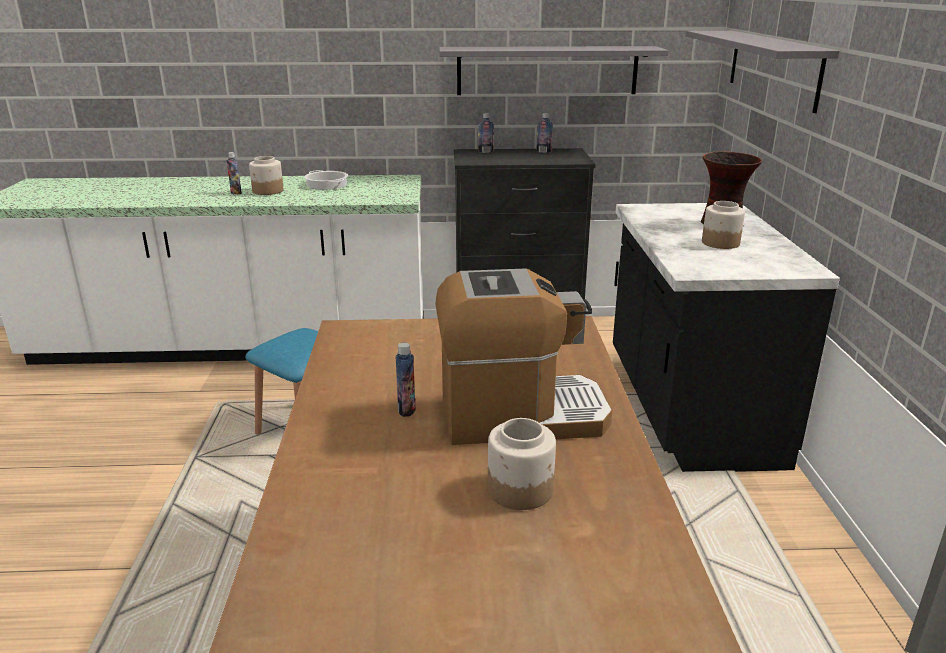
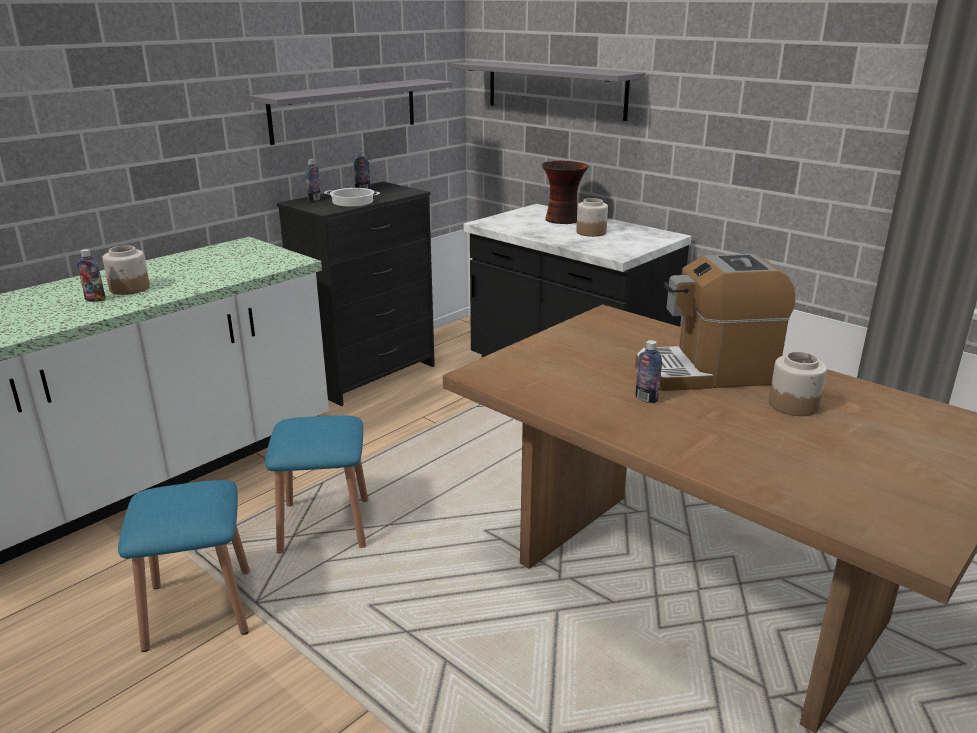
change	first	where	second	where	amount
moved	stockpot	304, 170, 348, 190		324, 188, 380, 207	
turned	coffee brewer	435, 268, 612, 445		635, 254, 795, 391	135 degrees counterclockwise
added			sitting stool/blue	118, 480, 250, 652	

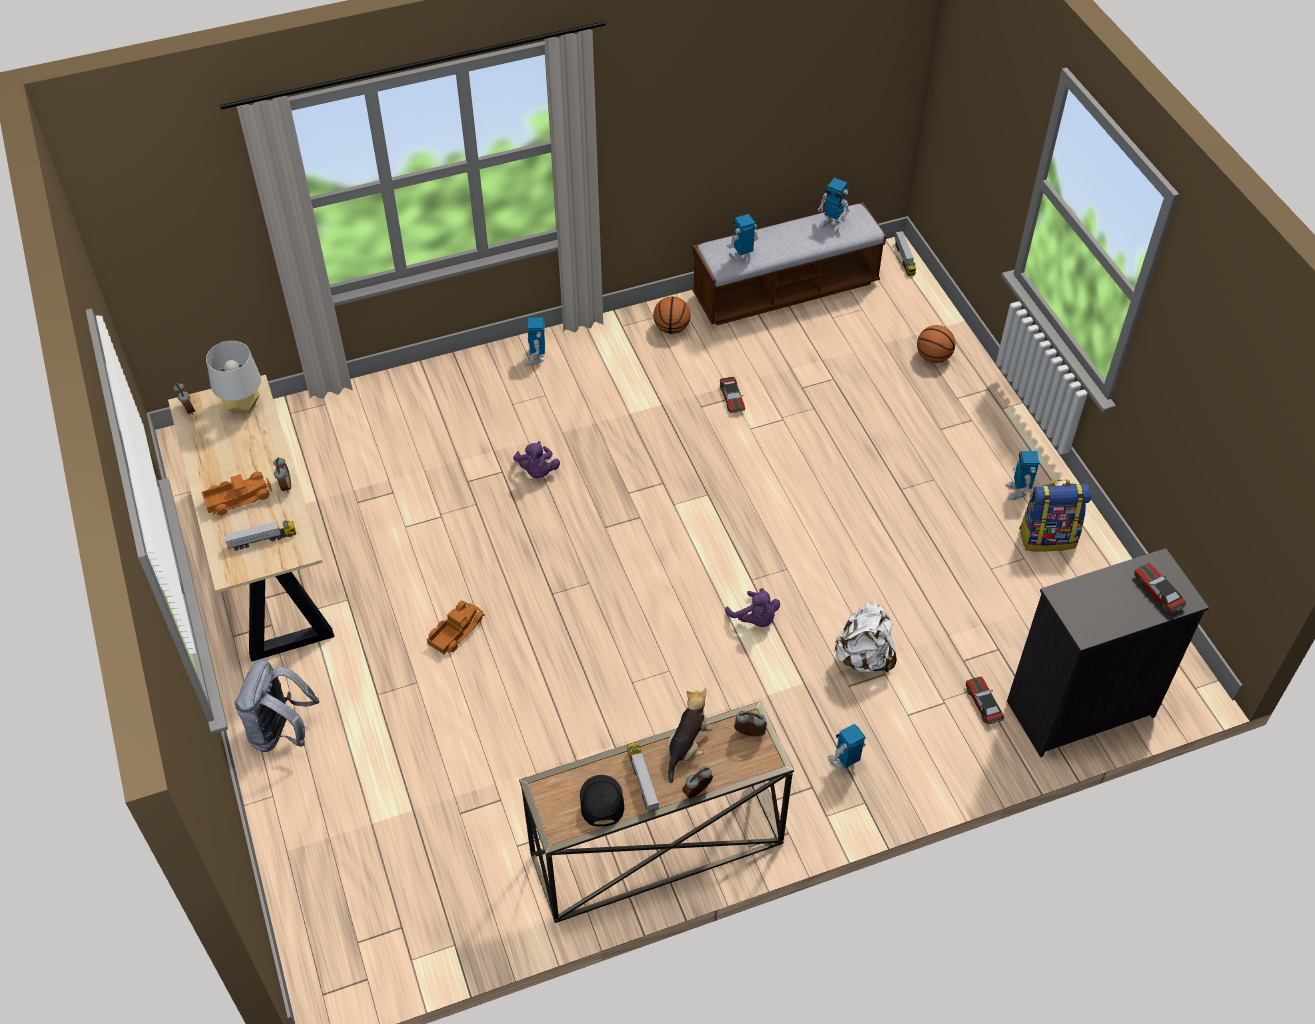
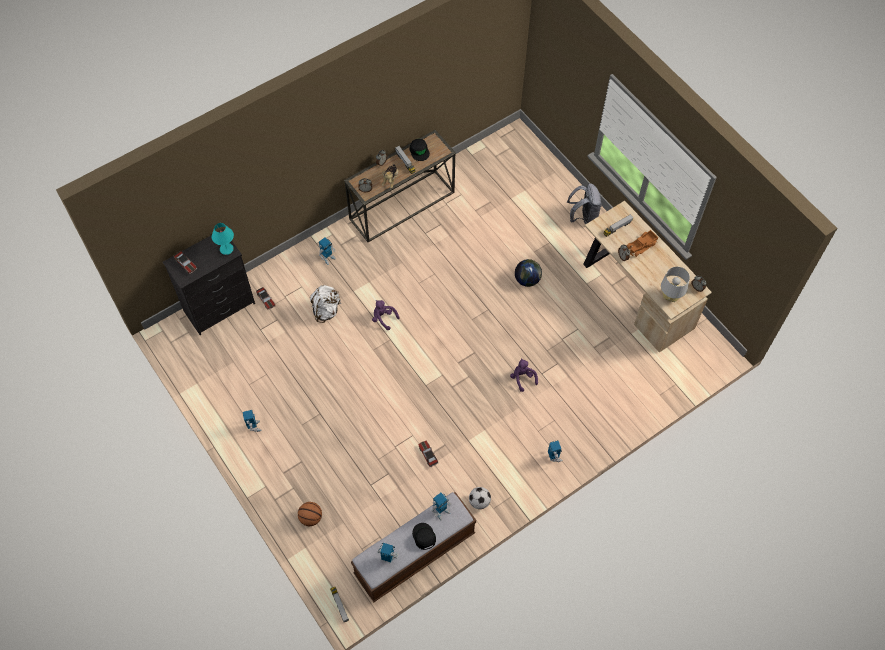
change	first	where	second	where	amount
replaced	toy truck	427, 600, 485, 654	world globe	515, 259, 542, 287	
replaced	basketball	653, 297, 691, 334	football	469, 487, 491, 509	
removed	rucksack	1019, 480, 1091, 552			
added			lamp for a table/turquoise	212, 223, 234, 255	
added			baseball cap/blackish	412, 523, 436, 550	

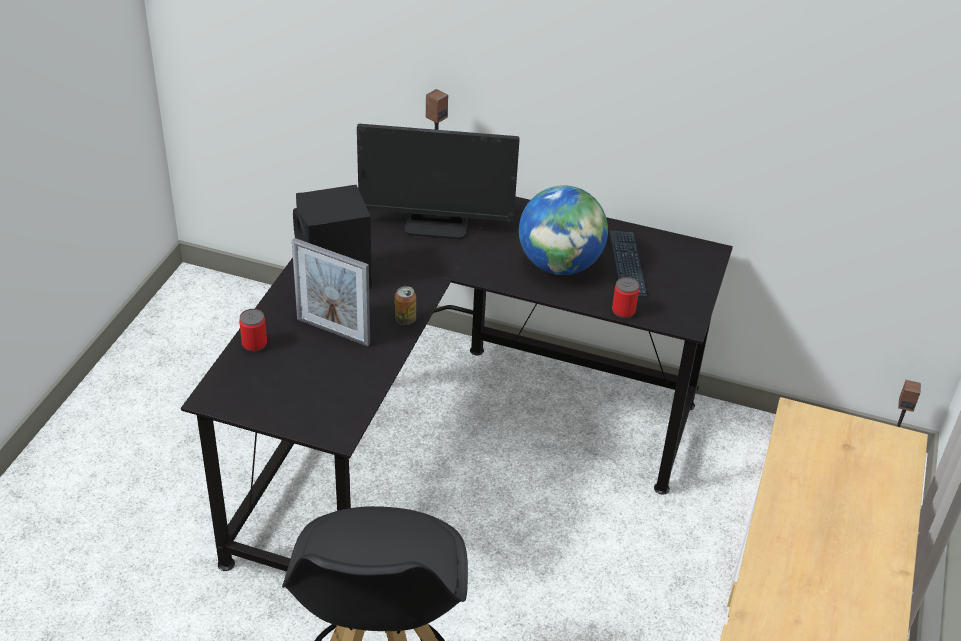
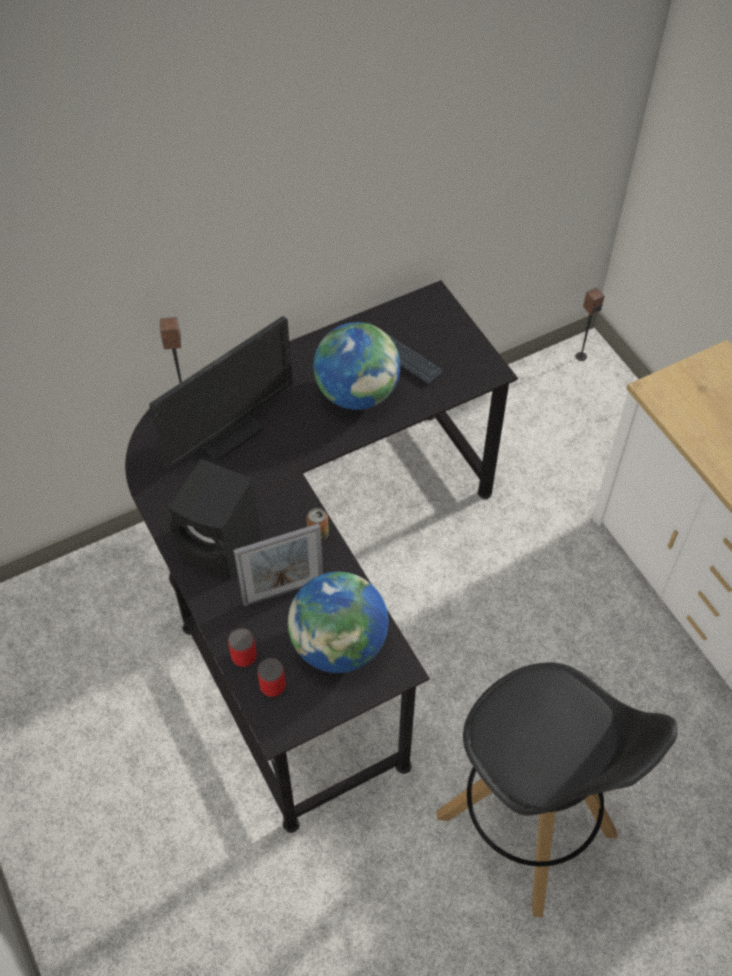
change	first	where	second	where	amount
moved	sealed can	612, 277, 639, 318		257, 658, 286, 697	
added			world globe	288, 572, 388, 673	

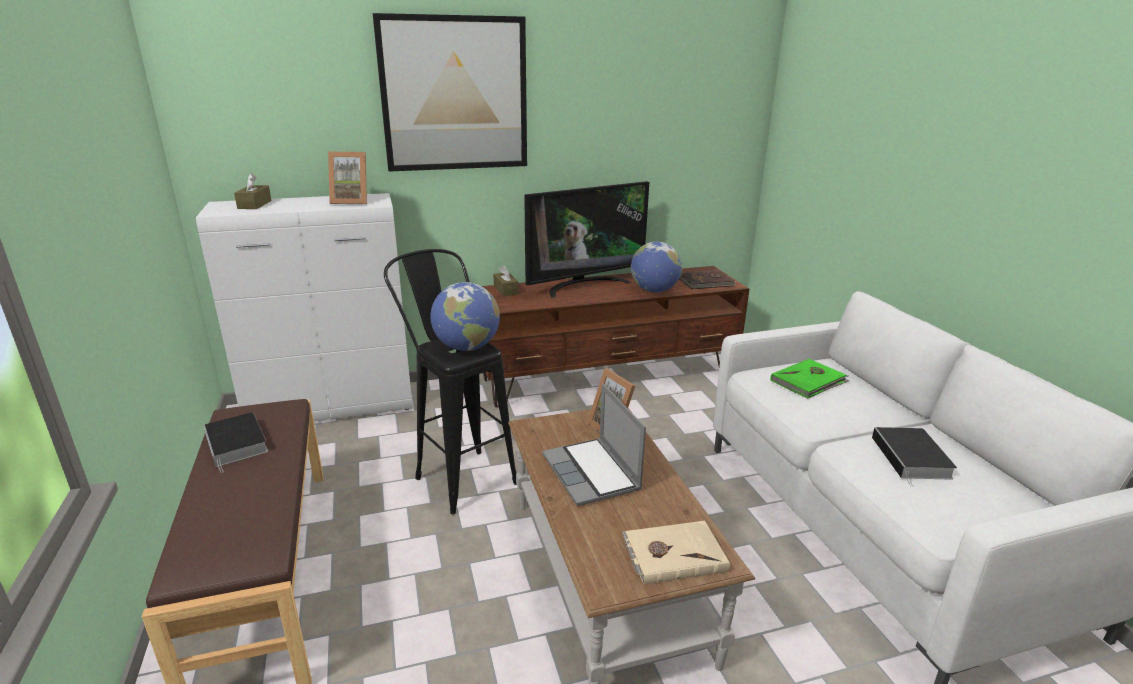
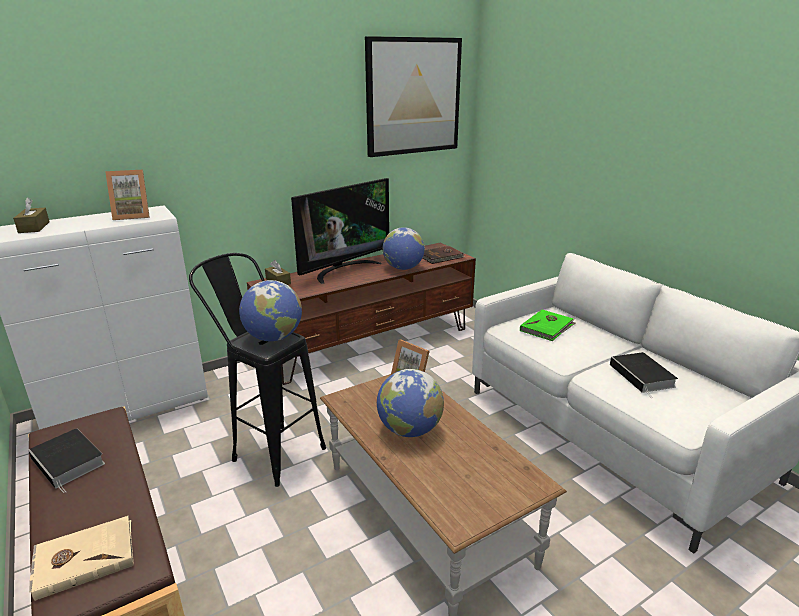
change	first	where	second	where	amount
moved	picture	373, 13, 527, 172		365, 36, 462, 157	
replaced	notebook computer	542, 383, 646, 506	world globe	376, 369, 444, 437	
moved	bound book/beige-coloured	622, 521, 730, 585		29, 516, 134, 601	

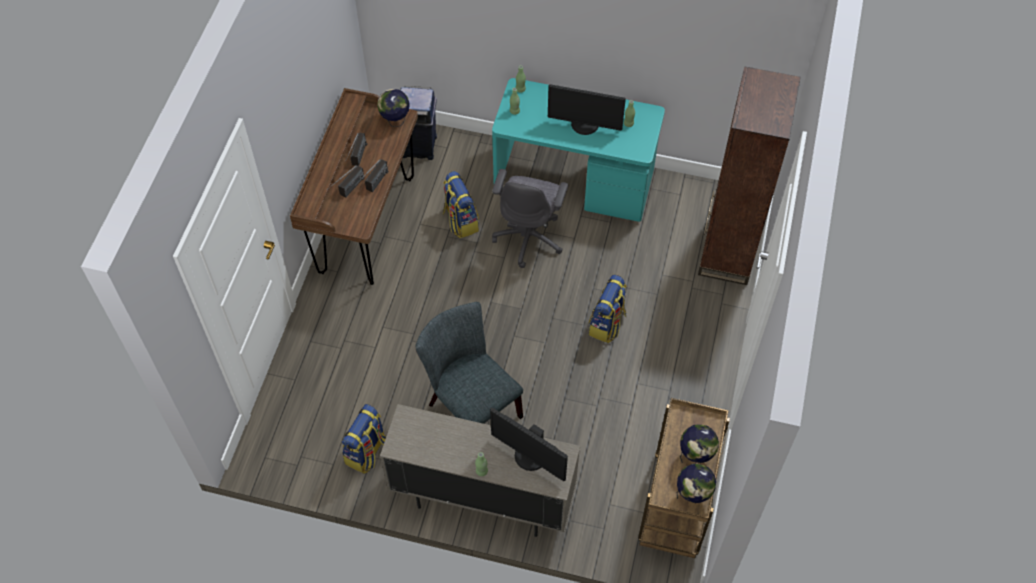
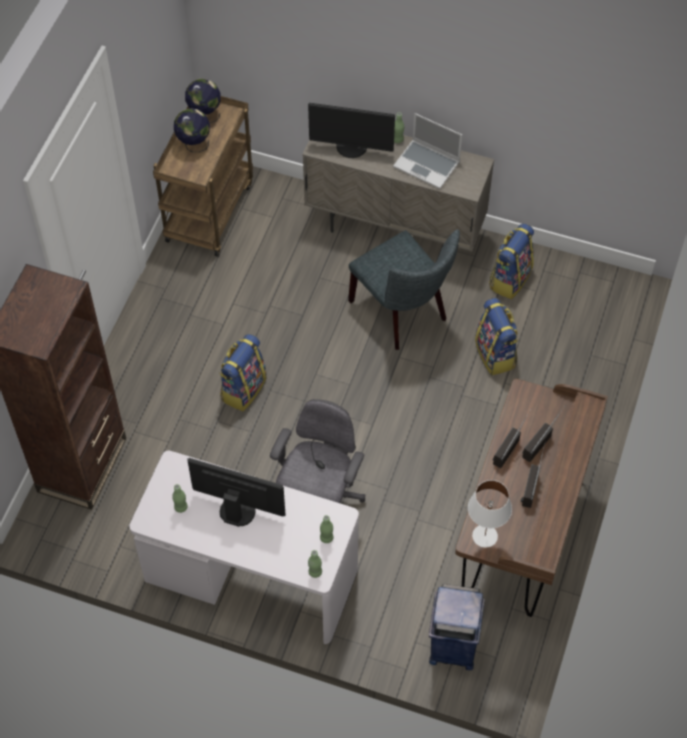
change	first	where	second	where	amount
replaced	world globe	377, 89, 410, 127	lamp for a table/whitish	468, 480, 512, 548	
moved	rucksack	443, 171, 479, 238		475, 298, 519, 375	
turned	computer display	490, 408, 568, 481		308, 103, 395, 158	150 degrees clockwise
recoloured	desk unit/turquoise	492, 78, 665, 222	desk unit/whitish	129, 450, 359, 644	
added			notebook computer	393, 113, 462, 189	

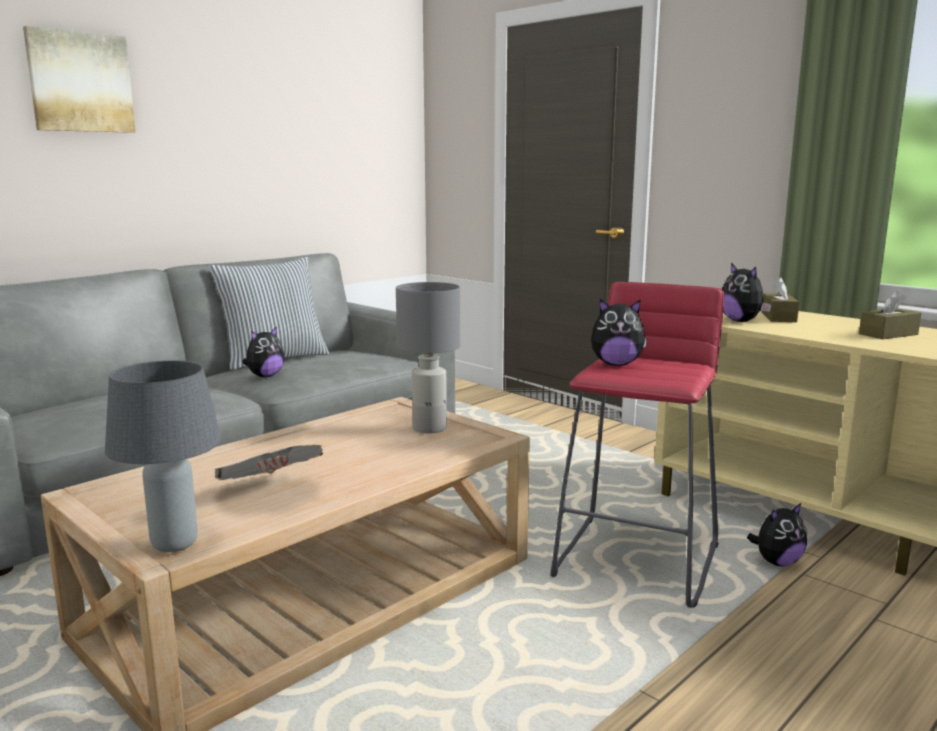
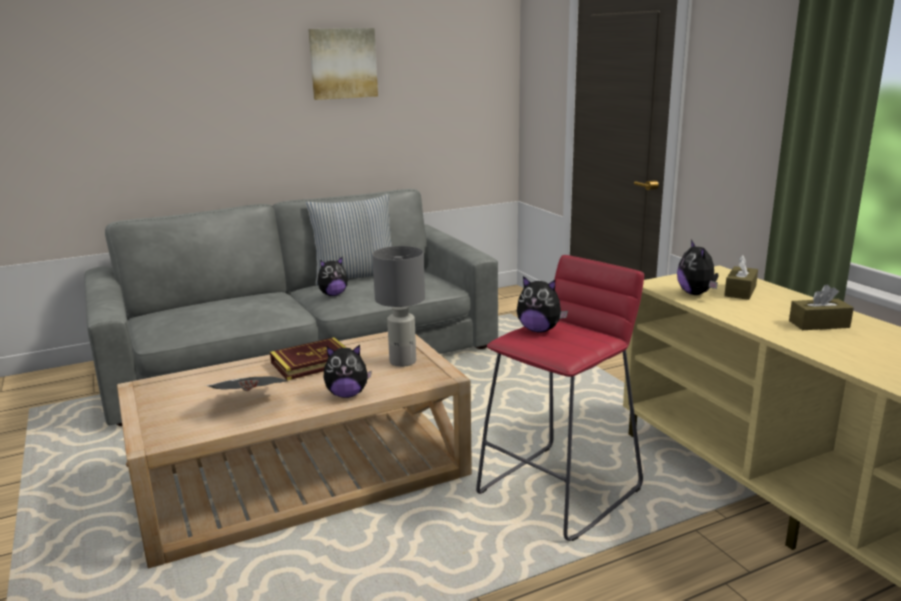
change	first	where	second	where	amount
moved	picture	23, 26, 136, 133		308, 28, 378, 100	
removed	lamp for a table/grey	105, 360, 221, 552			
moved	soft toy	747, 503, 807, 566		323, 345, 372, 398	
added			bound book	270, 337, 347, 380	

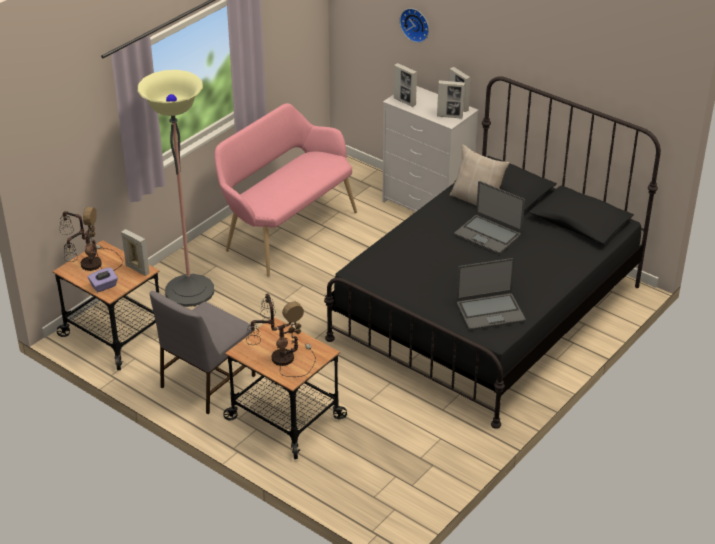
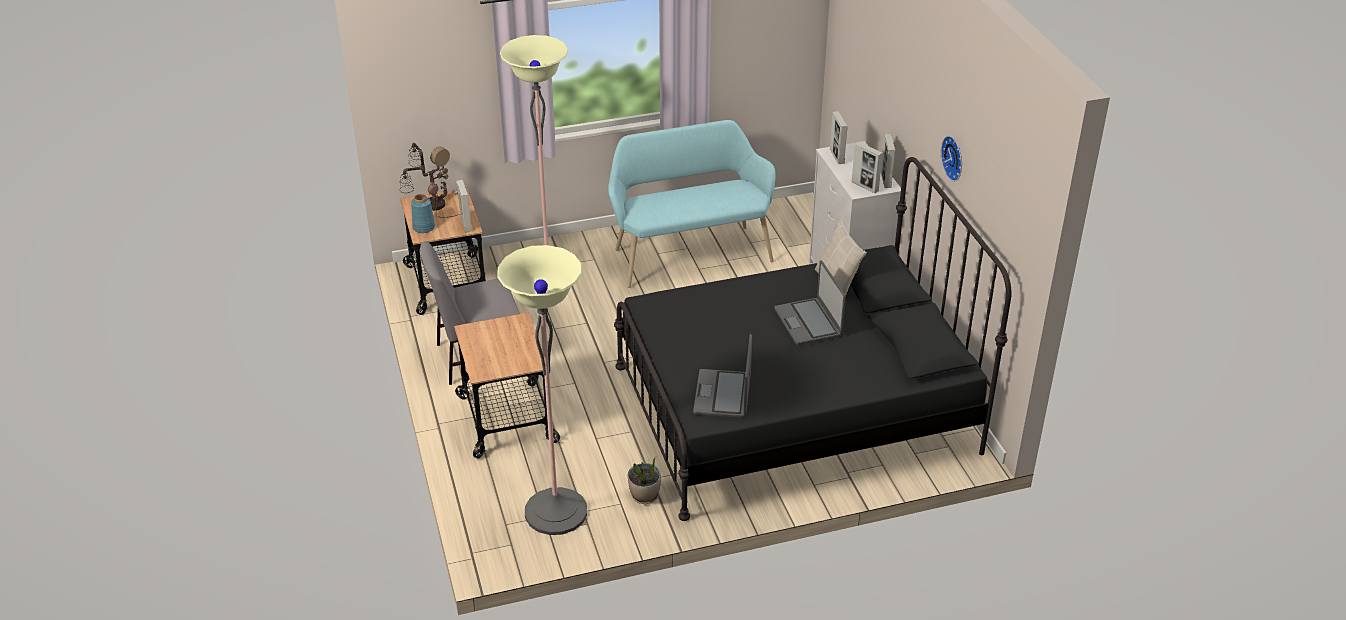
change	first	where	second	where	amount
replaced	tissue holder/purple	88, 268, 118, 292	decorative vase/blue	411, 194, 435, 233	
recoloured	long seat/pinkish	214, 103, 357, 277	long seat/turquoise	608, 120, 775, 288	
removed	lamp for a table	246, 293, 316, 377			
moved	wall clock	400, 8, 429, 43		941, 136, 962, 182	
turned	notebook computer	456, 258, 525, 330		693, 334, 752, 418	75 degrees clockwise
added			floor lamp	497, 245, 587, 535	
added			houseplant	628, 456, 661, 504	

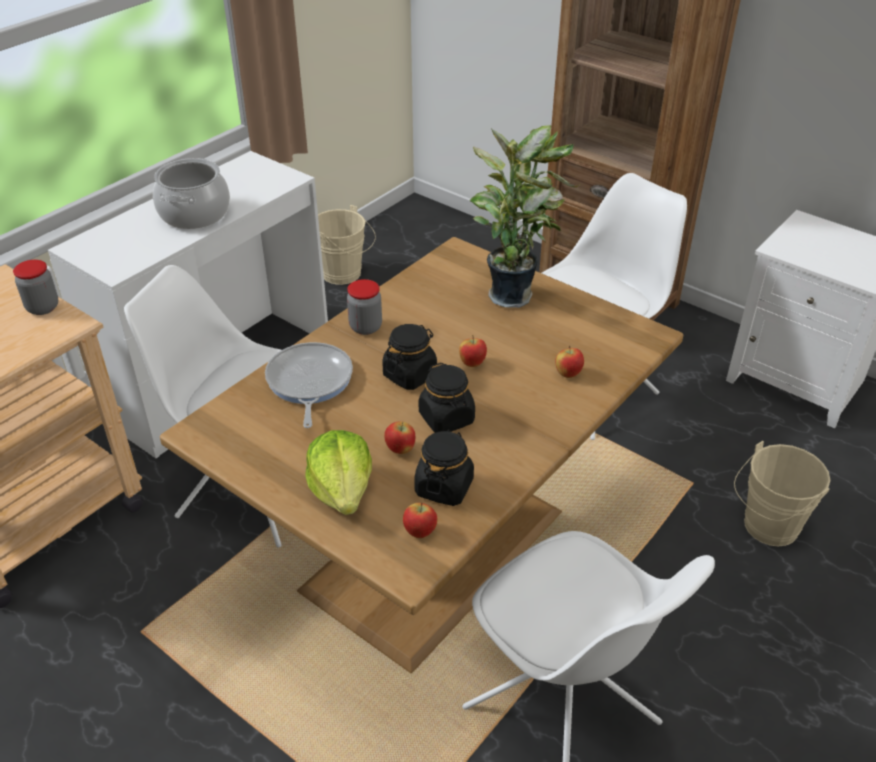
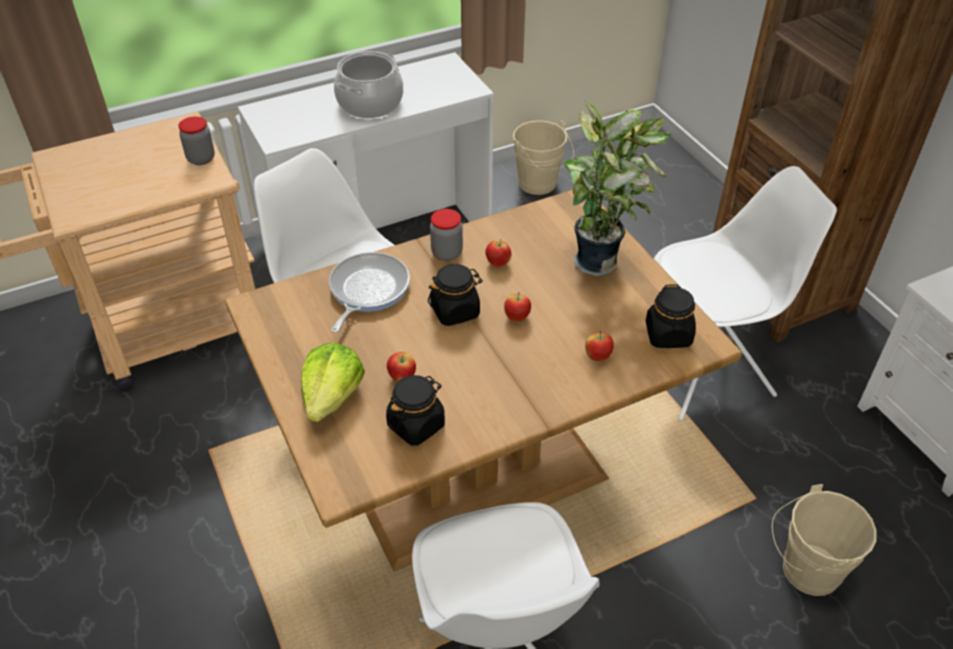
change	first	where	second	where	amount
moved	whole apple	403, 502, 438, 538		485, 240, 511, 267	
moved	preserve jar/blackish	419, 363, 475, 433		646, 284, 696, 348	

